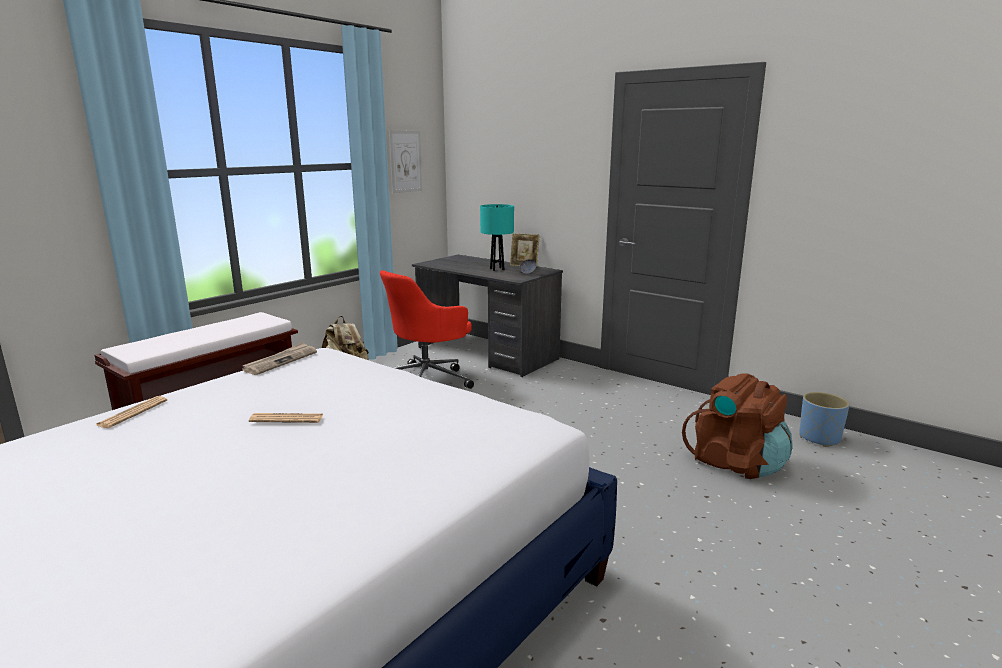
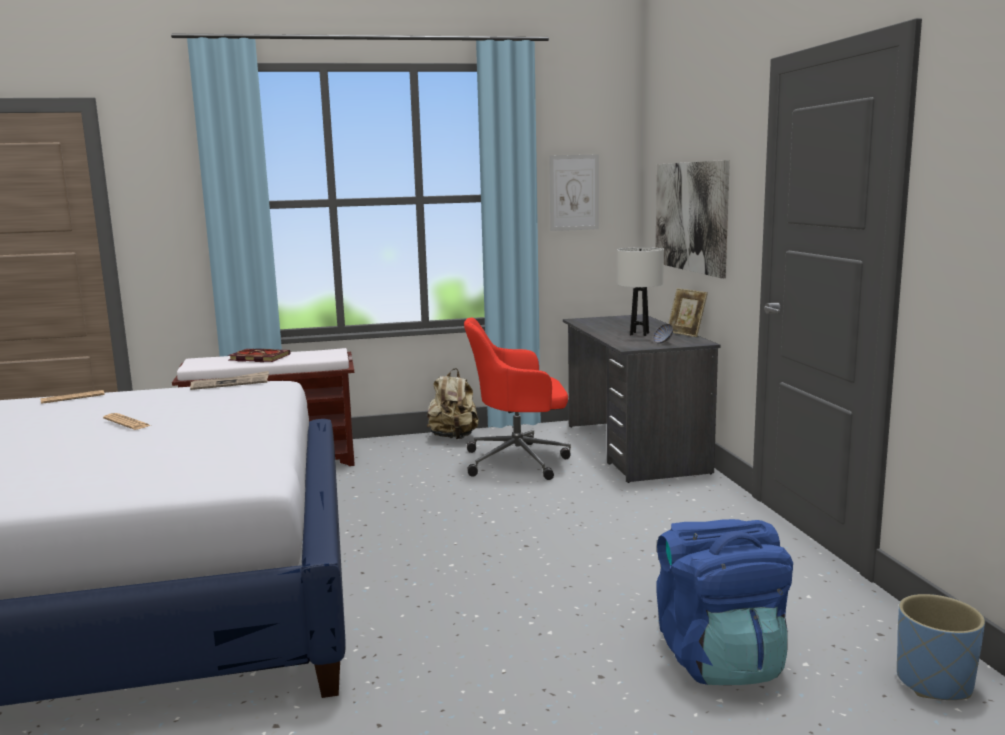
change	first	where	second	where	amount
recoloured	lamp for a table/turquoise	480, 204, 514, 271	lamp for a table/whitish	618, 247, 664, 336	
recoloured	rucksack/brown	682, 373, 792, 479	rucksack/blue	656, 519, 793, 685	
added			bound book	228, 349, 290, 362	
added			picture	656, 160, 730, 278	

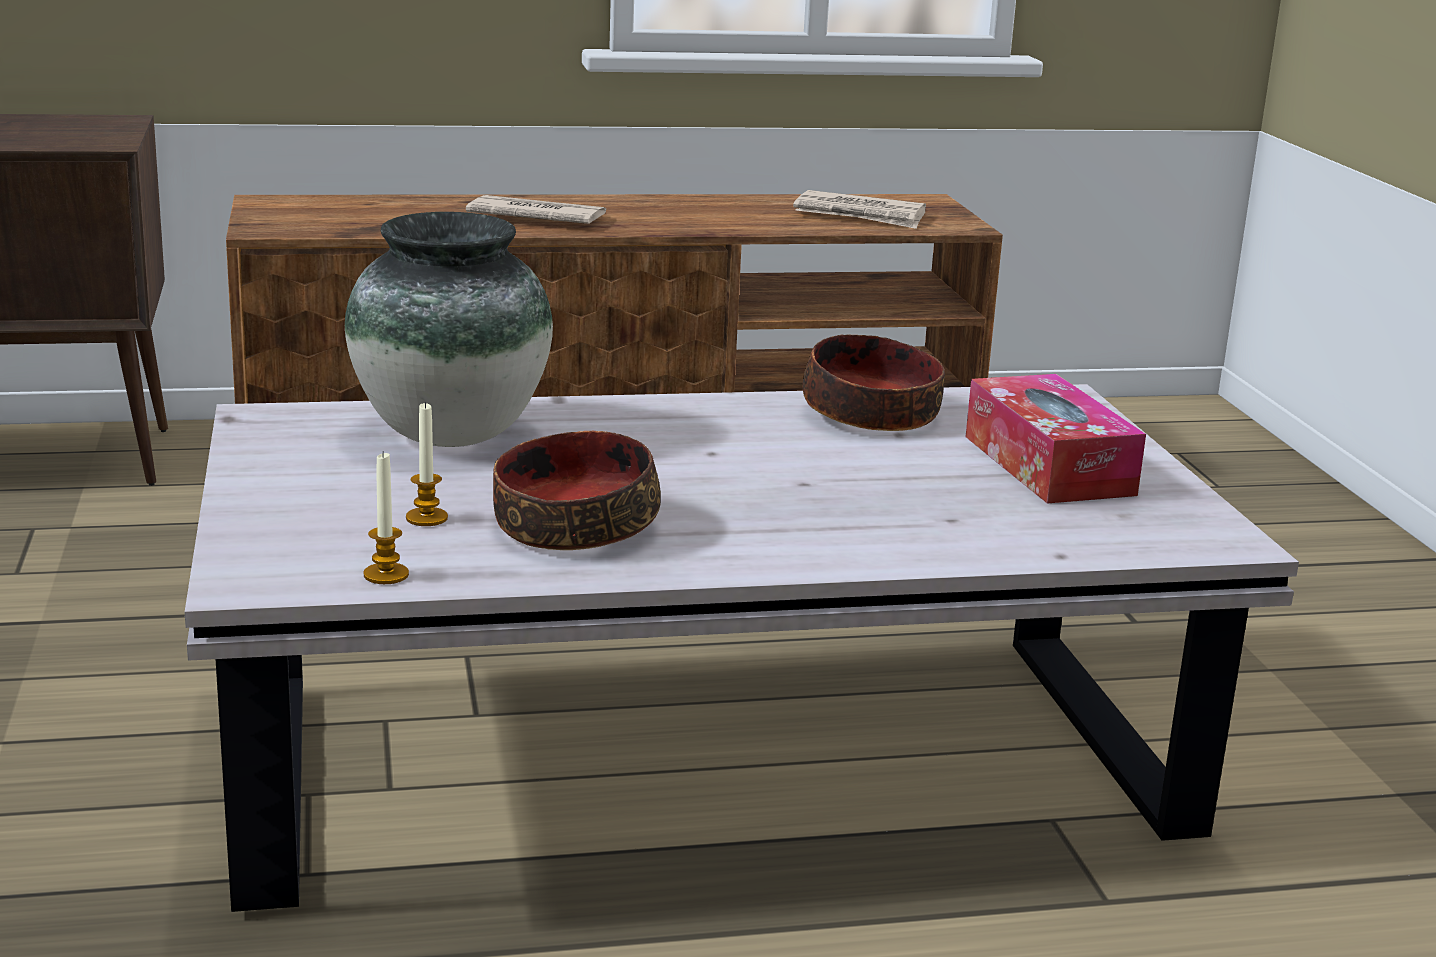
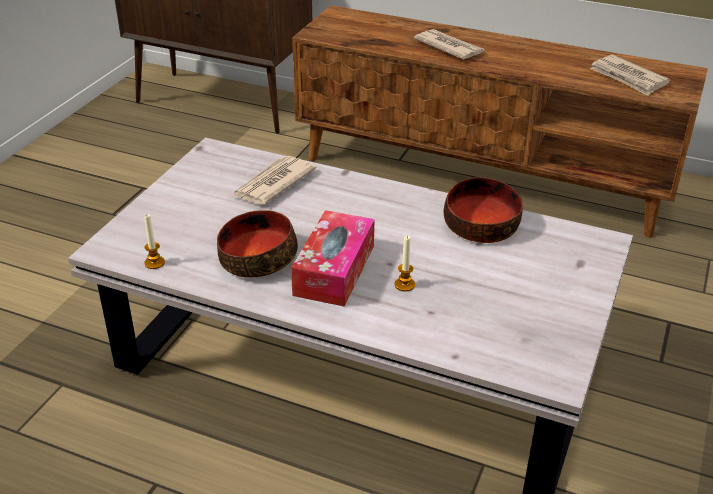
change	first	where	second	where	amount
replaced	decorative vase	345, 212, 553, 447	daily paper	233, 156, 317, 205	
moved	wax candle	406, 401, 448, 526		395, 235, 415, 291	
moved	tissue holder	966, 374, 1146, 503		291, 210, 375, 307	

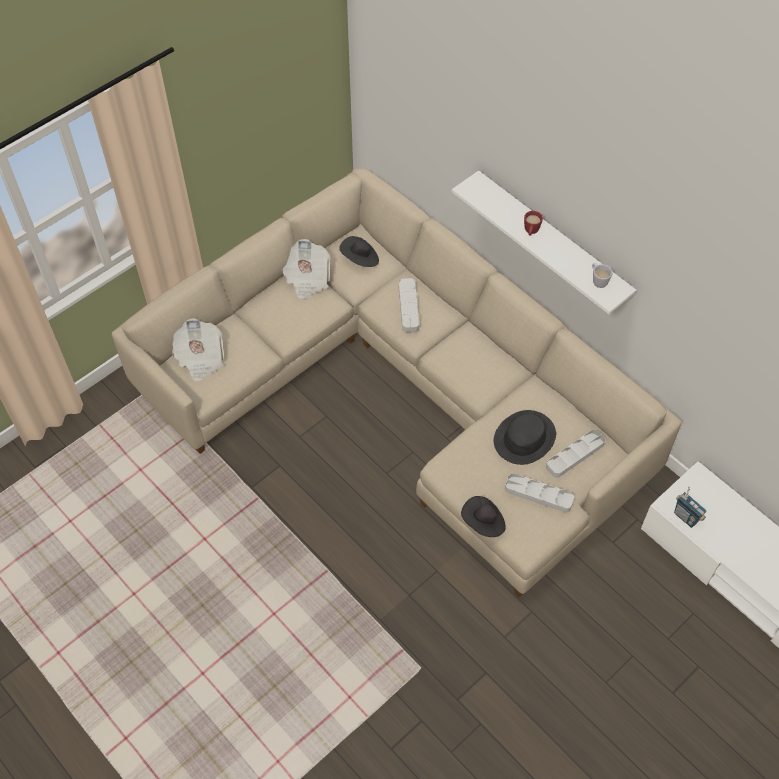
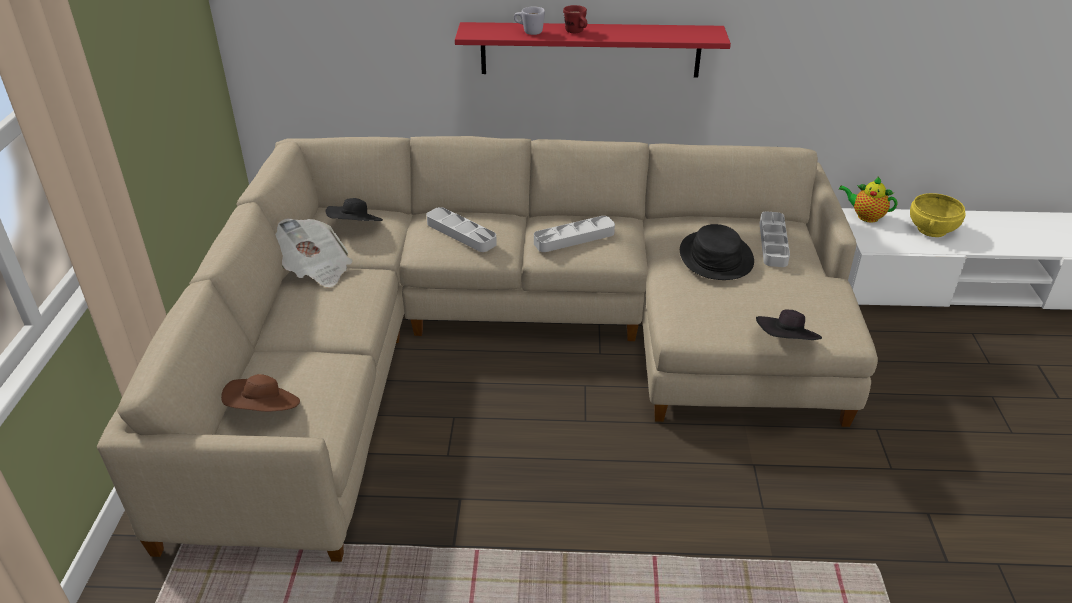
change	first	where	second	where	amount
replaced	daily paper	172, 318, 224, 381	clothing hat/brown	221, 374, 300, 412	
recoloured	bracket shelf/whitish	452, 171, 636, 314	bracket shelf/reddish	455, 22, 731, 77	
moved	serving tray/grey	505, 473, 574, 513		534, 216, 615, 252	
moved	coffee mug/whitish	592, 263, 613, 288		514, 7, 545, 35	
removed	radio receiver	674, 486, 707, 528			
added			teapot	839, 177, 897, 223	
added			serving bowl/yellowish	910, 193, 966, 237	

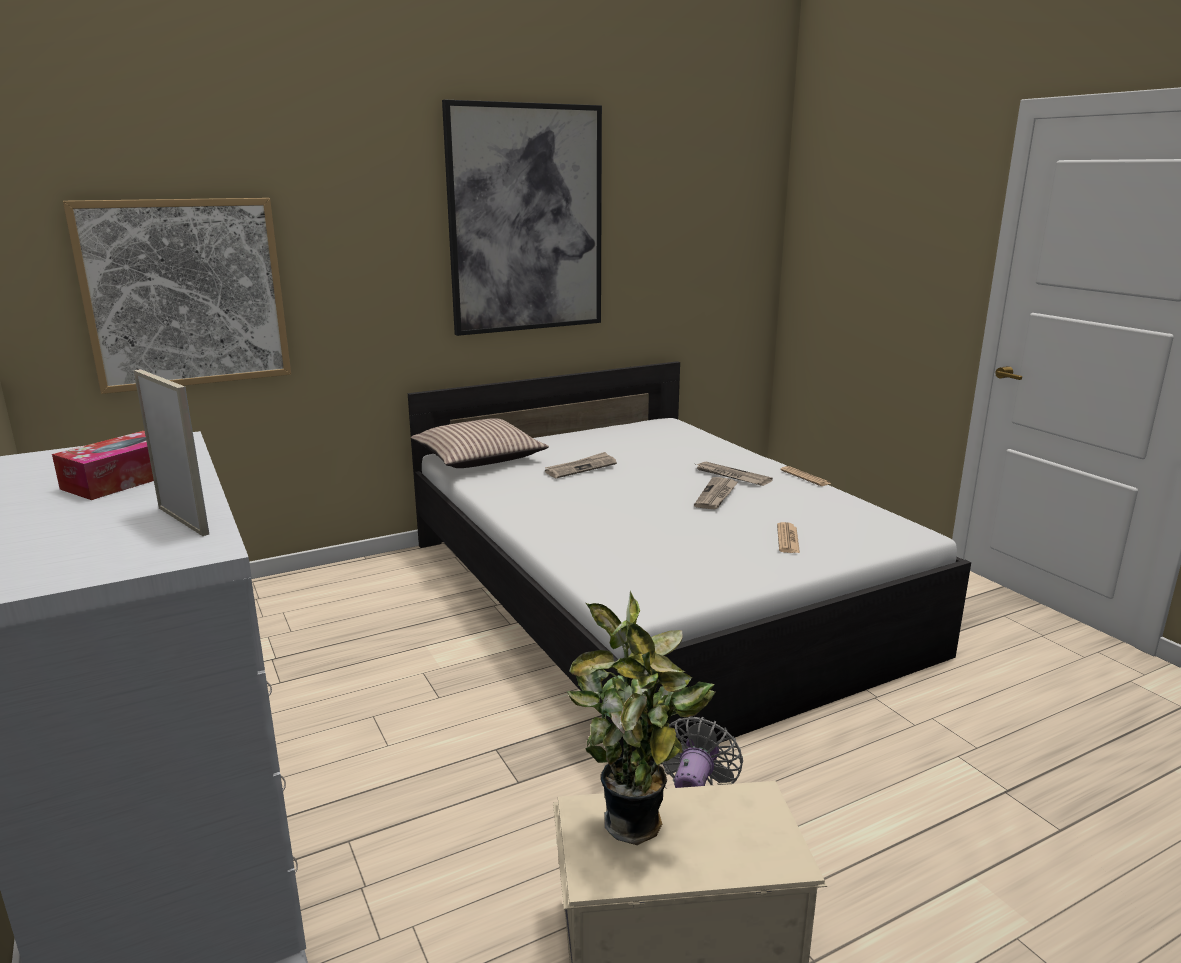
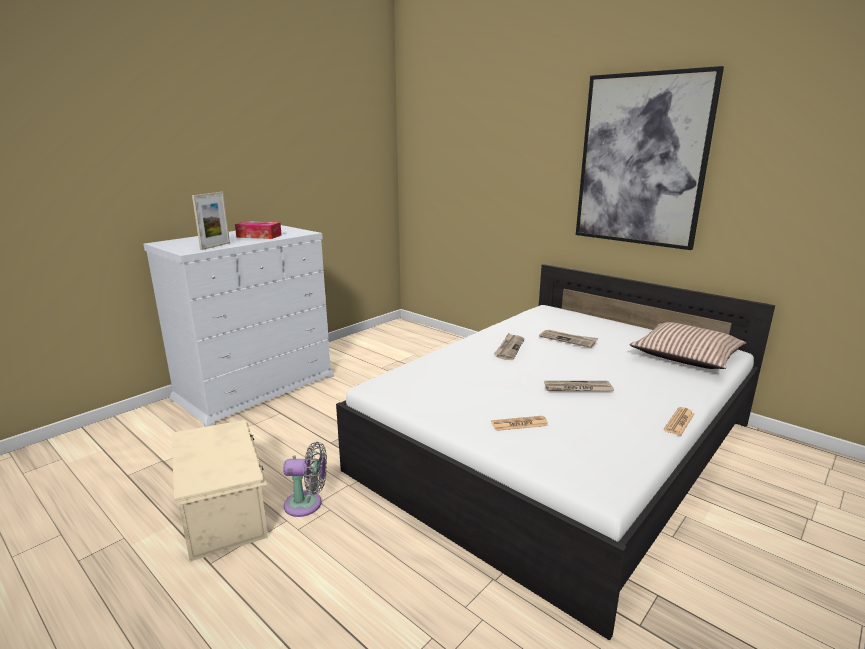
change	first	where	second	where	amount
removed	picture	63, 198, 291, 394			
moved	cushion	411, 418, 549, 468		630, 322, 746, 369	
removed	houseplant	567, 591, 715, 845			
moved	daily paper	696, 462, 773, 486		494, 333, 524, 360	

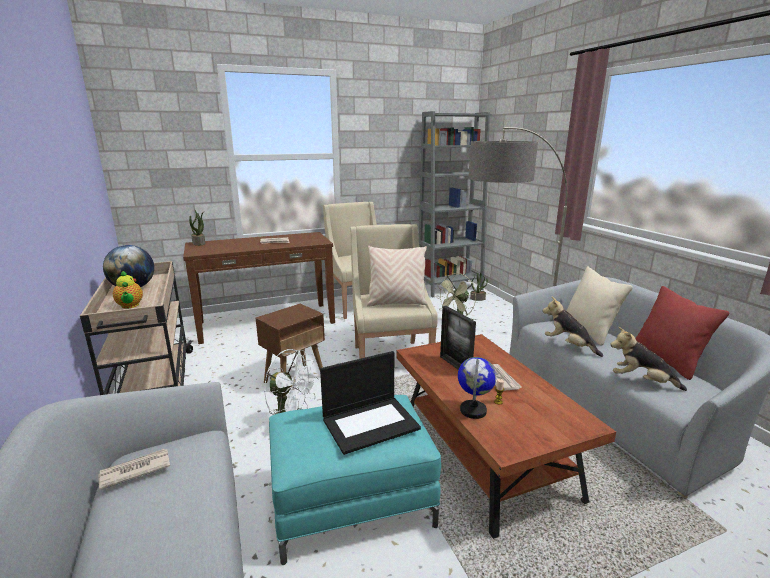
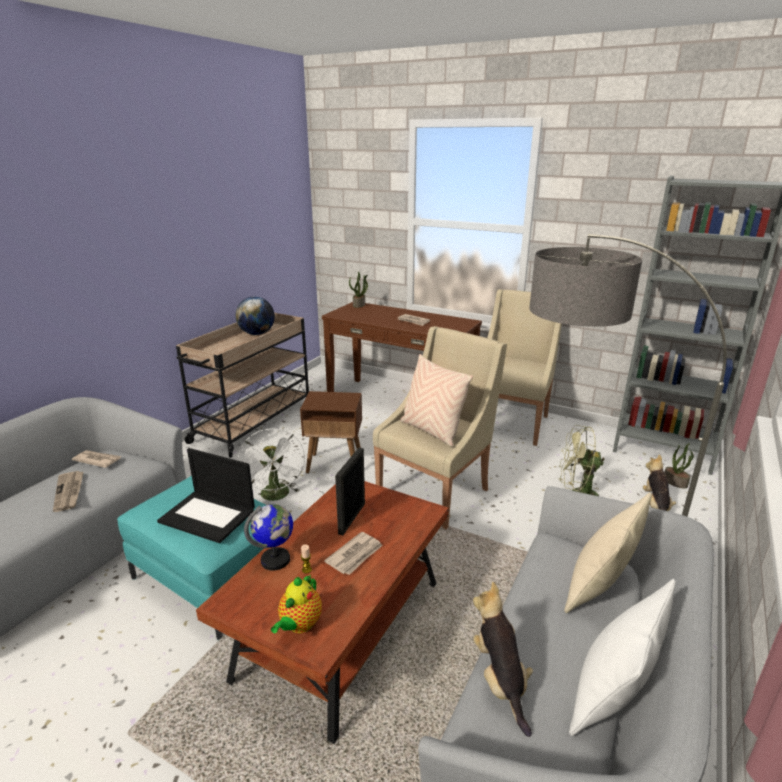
change	first	where	second	where	amount
moved	teapot	113, 270, 143, 309		271, 574, 322, 633	
moved	soft toy	543, 297, 603, 357		643, 454, 676, 511	
recoloured	cushion/reddish	635, 286, 729, 380	cushion/whitish	569, 579, 676, 736	
added			daily paper	53, 471, 84, 512	

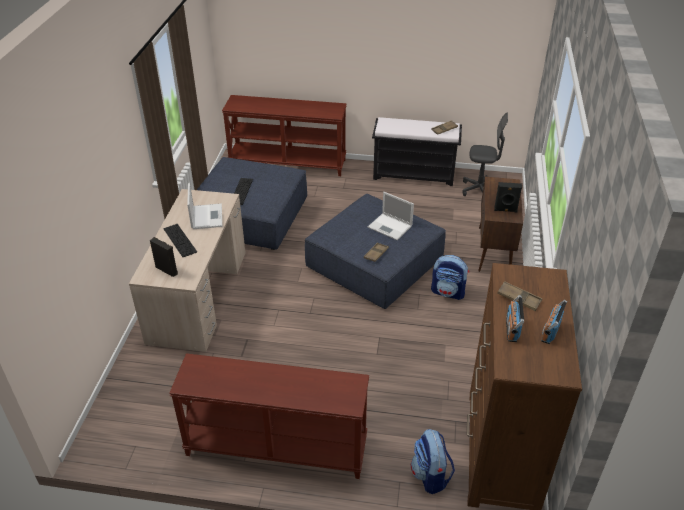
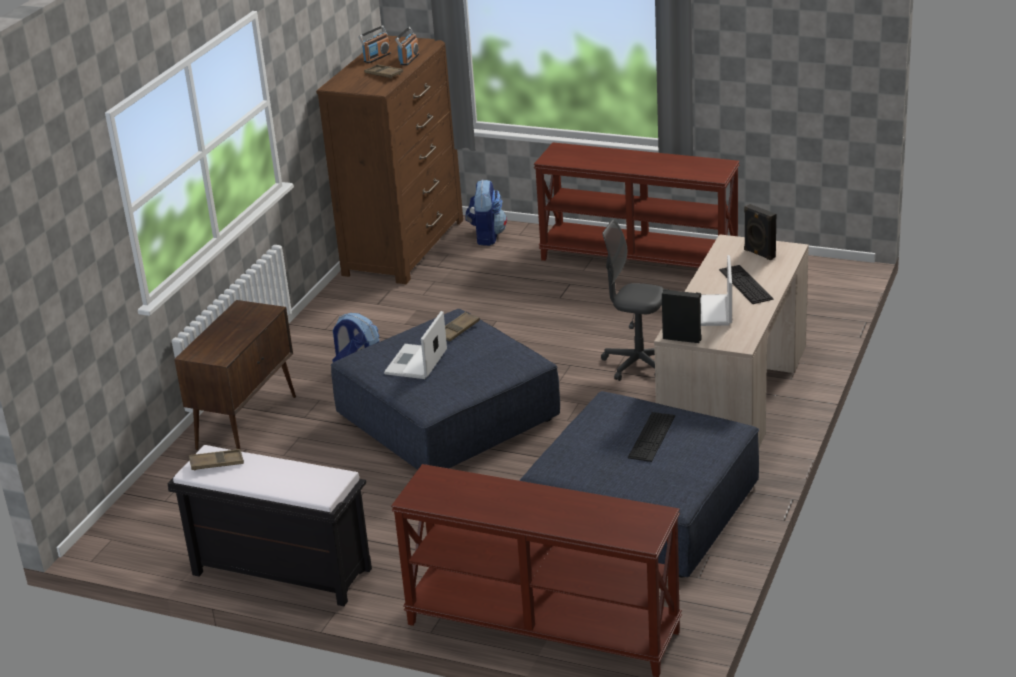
change	first	where	second	where	amount
turned	notebook computer	368, 192, 414, 240		384, 311, 447, 379	120 degrees counterclockwise
moved	office chair/grey	463, 112, 508, 196		601, 220, 664, 381	
moved	loudspeaker/blackish	494, 182, 522, 212		662, 289, 702, 343	

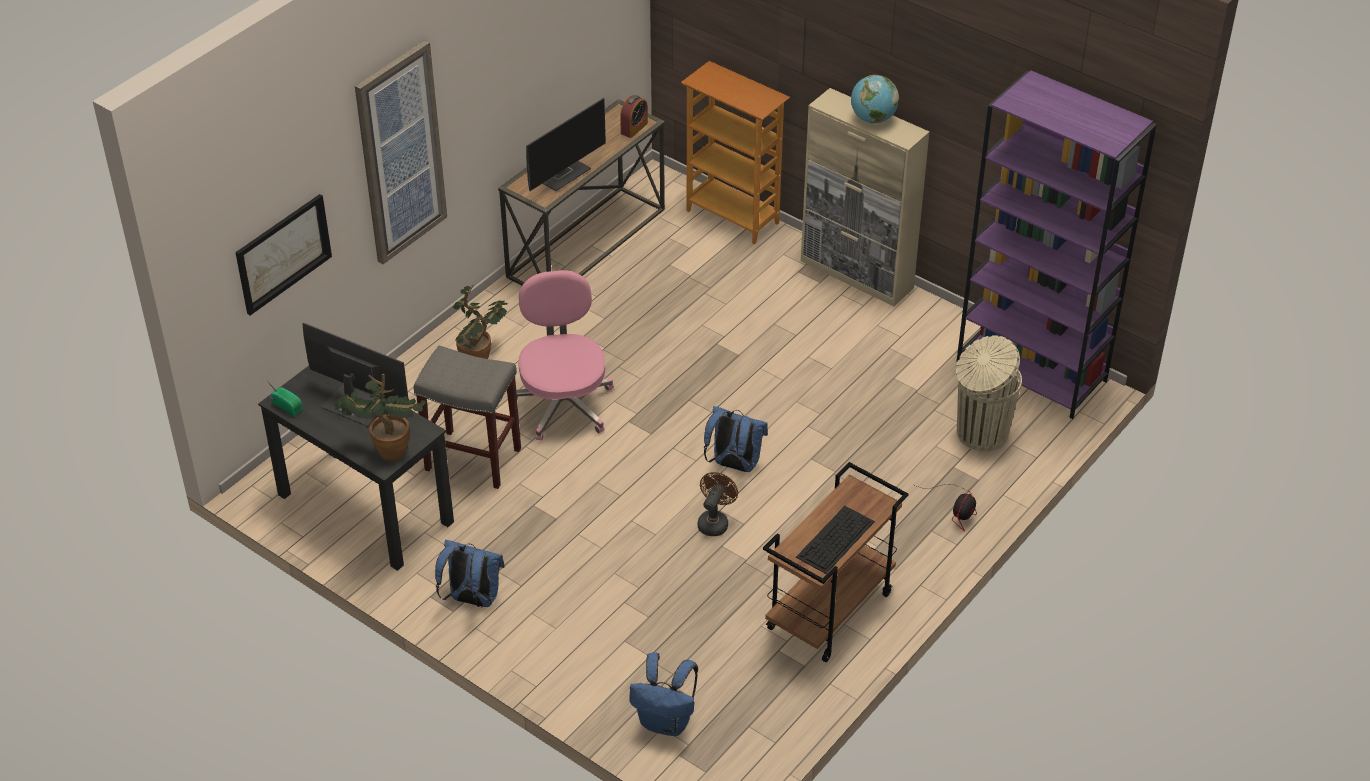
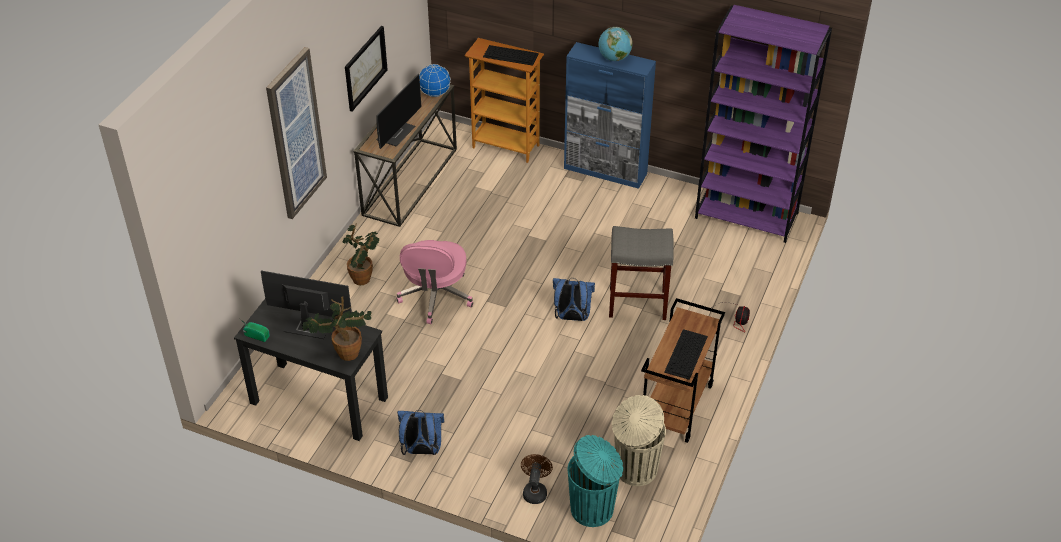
change	first	where	second	where	amount
moved	picture	235, 194, 332, 315		345, 26, 388, 112	
moved	sitting stool/grey	414, 345, 521, 489		609, 226, 674, 320	
turned	office chair/pinkish	516, 270, 614, 440		396, 240, 473, 324	150 degrees counterclockwise
replaced	alarm clock	620, 95, 648, 138	world globe	419, 64, 451, 97	
replaced	rucksack/blue	629, 652, 698, 736	waste bin/turquoise	567, 435, 623, 527	
moved	fan/brown	698, 472, 738, 536		521, 454, 553, 504	
recoloured	cupboard/beige-coloured	801, 88, 929, 307	cupboard/blue	564, 42, 656, 189	
moved	waste bin/beige-coloured	956, 335, 1022, 452		612, 395, 666, 486	
added			computer keyboard	483, 45, 539, 66	

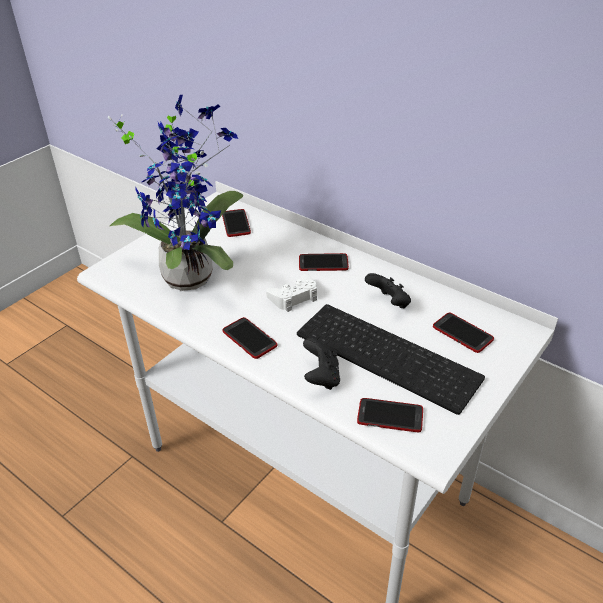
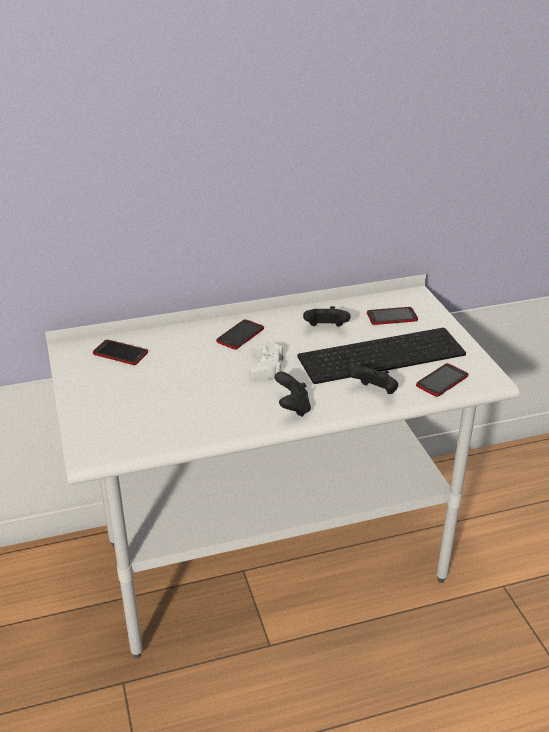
change	first	where	second	where	amount
removed	houseplant	108, 95, 243, 291			
replaced	telephone	222, 317, 278, 359	gamepad/blackish	274, 372, 311, 417	

